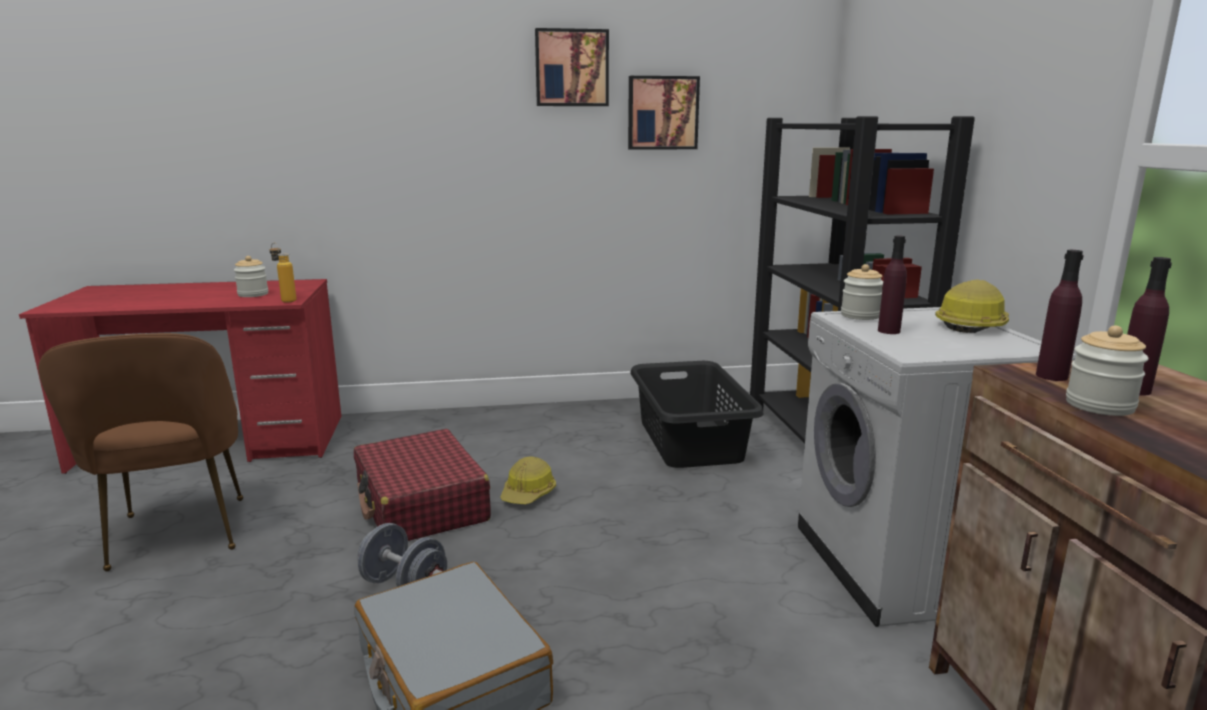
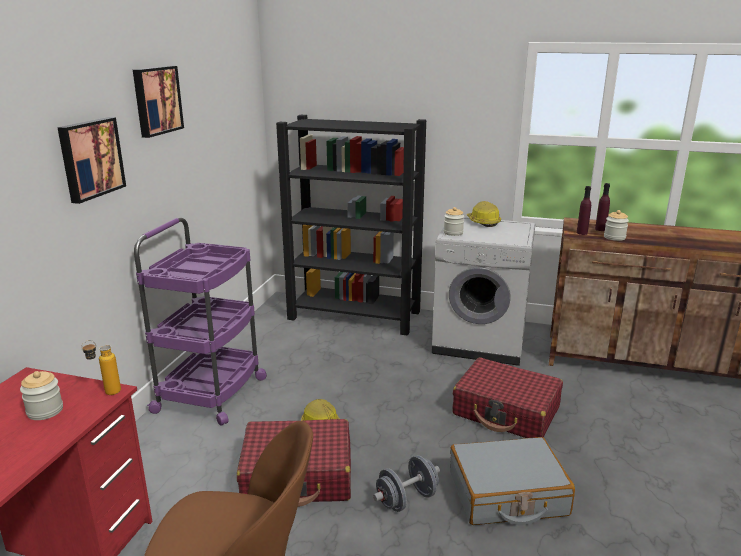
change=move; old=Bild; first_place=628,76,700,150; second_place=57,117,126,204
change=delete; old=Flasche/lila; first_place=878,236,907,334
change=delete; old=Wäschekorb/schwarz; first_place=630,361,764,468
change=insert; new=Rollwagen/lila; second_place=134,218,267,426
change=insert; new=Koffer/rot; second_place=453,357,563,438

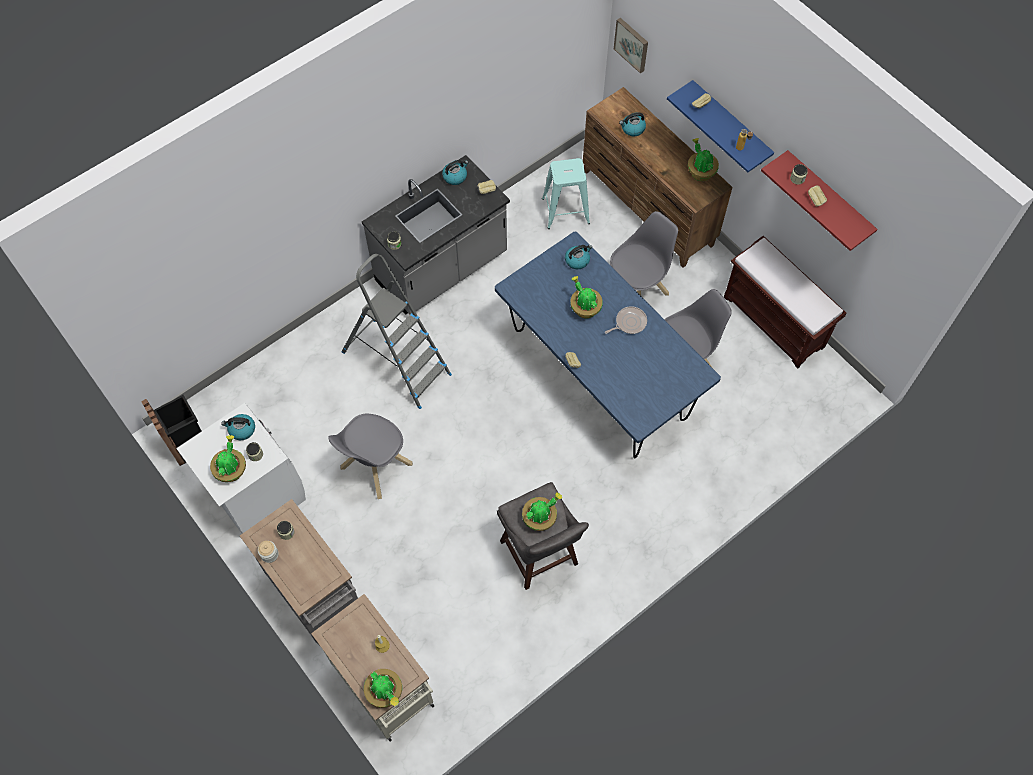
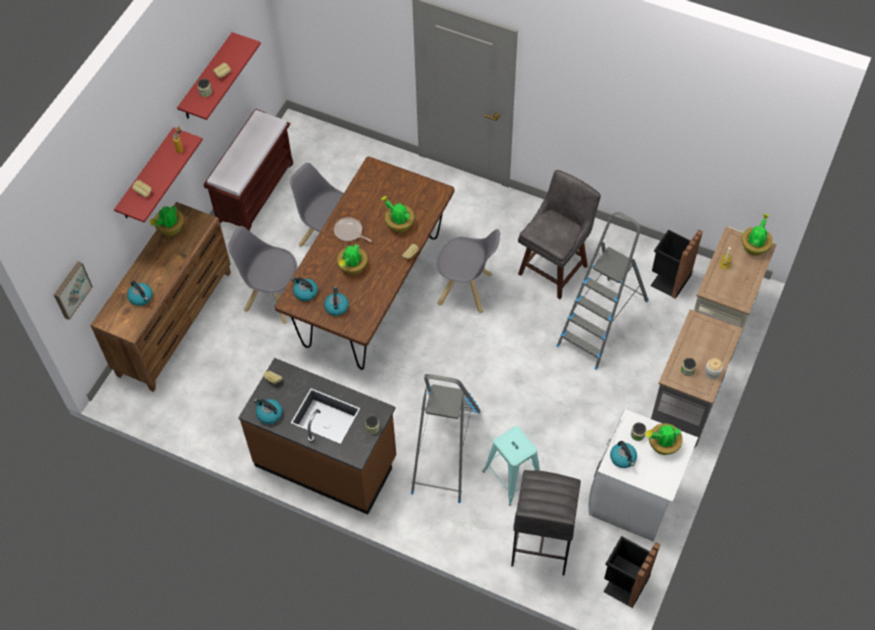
change=recolor; old=Wandregal/blau; new=Wandregal/rot; first_place=667,80,774,173; second_place=114,127,203,223
change=recolor; old=Küchenzeile/grau; new=Küchenzeile/braun; first_place=362,155,510,315; second_place=238,358,396,515
change=move; old=Hocker/türkis; first_place=542,158,590,229; second_place=483,426,540,506
change=recolor; old=Esstisch/blau; new=Esstisch/braun; first_place=495,232,721,459; second_place=275,156,454,370
change=move; old=Stuhl/grau; first_place=328,414,413,499; second_place=437,229,500,313
change=move; old=Topfpflanze; first_place=522,493,562,531; second_place=381,196,414,233
change=insert; new=Trittleiter/grau; second_place=557,212,649,370
change=insert; new=Mülleimer/schwarz; second_place=650,229,703,299
change=insert; new=Wasserkessel; second_place=324,287,349,316
change=insert; new=Hocker/grau; second_place=511,470,581,575

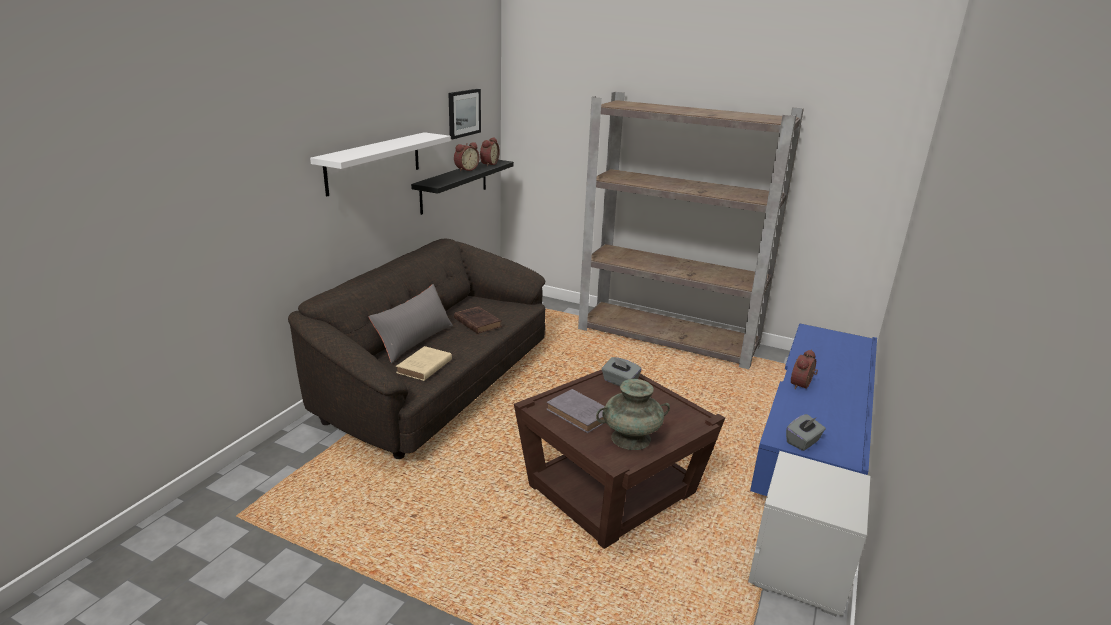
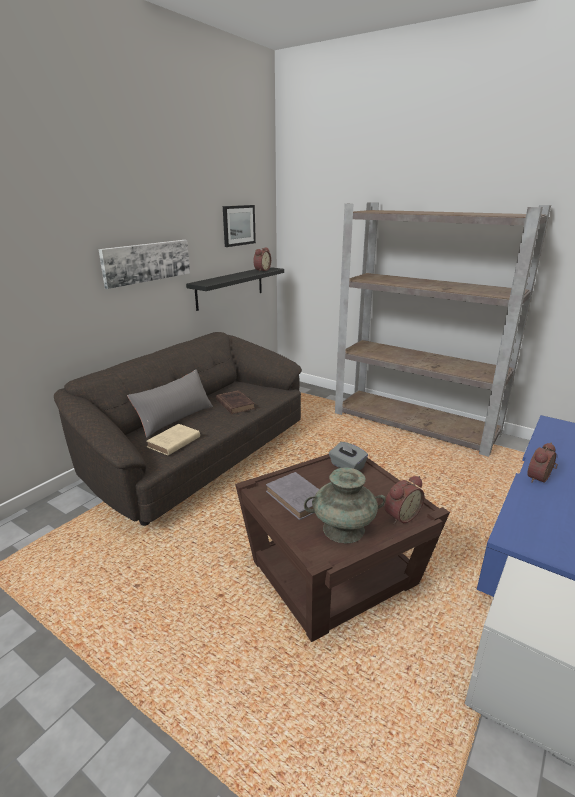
change=replace; old=Wandregal/weiß; new=Bild; first_place=310,132,451,196; second_place=98,240,190,289
change=move; old=Wecker; first_place=454,142,480,172; second_place=384,476,424,525
change=delete; old=Taschentuchbox/grau; first_place=786,414,826,451

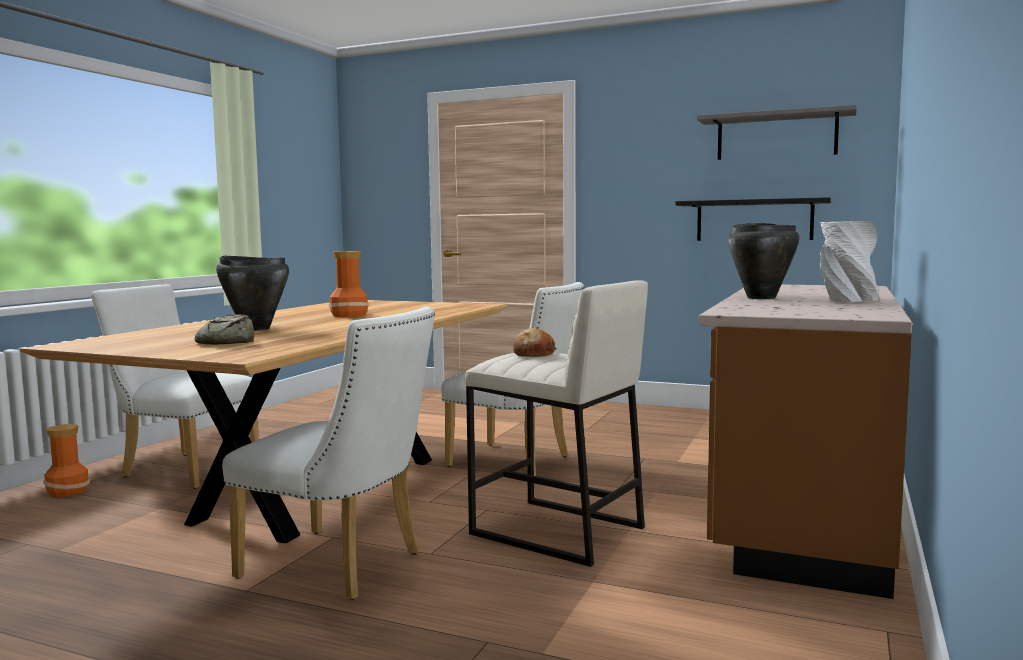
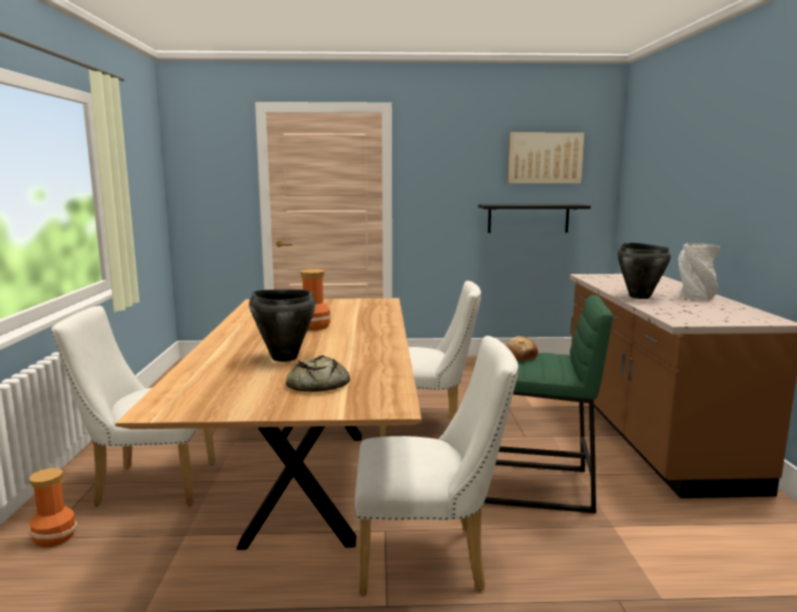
change=replace; old=Wandregal/grau; new=Bild; first_place=696,105,857,160; second_place=507,132,585,184
change=recolor; old=Hocker/beige; new=Hocker/grün; first_place=465,280,648,567; second_place=484,295,613,513

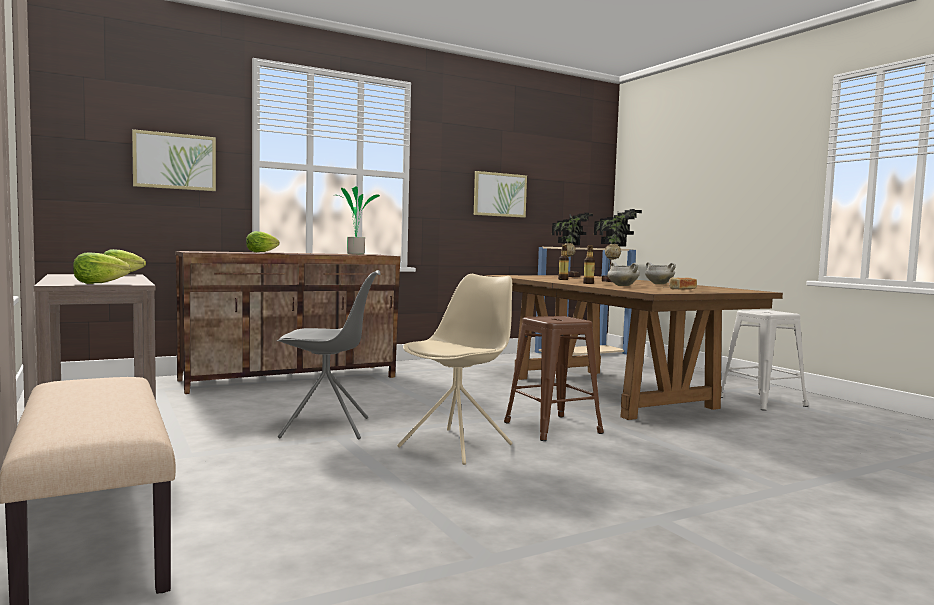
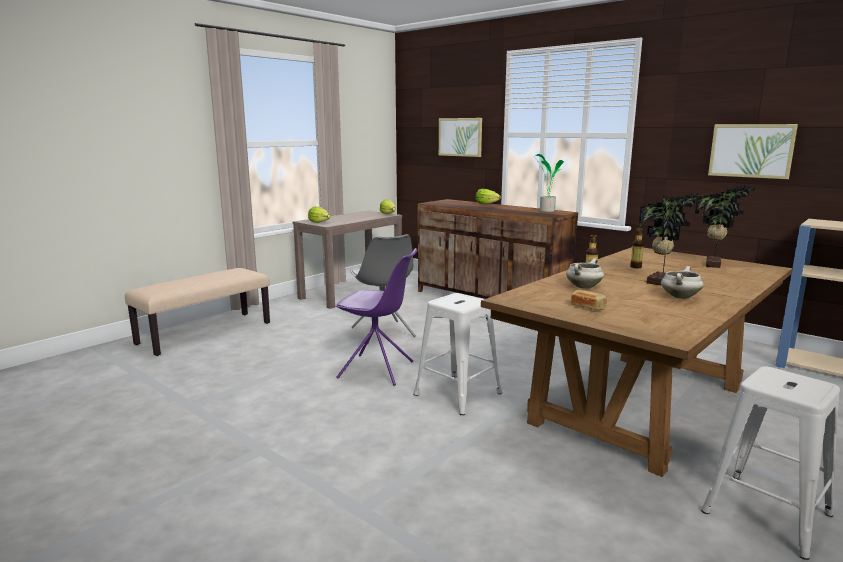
change=recolor; old=Stuhl/beige; new=Stuhl/lila; first_place=397,274,513,465; second_place=334,248,418,386
change=recolor; old=Hocker/braun; new=Hocker/weiß; first_place=504,316,604,441; second_place=413,293,502,415

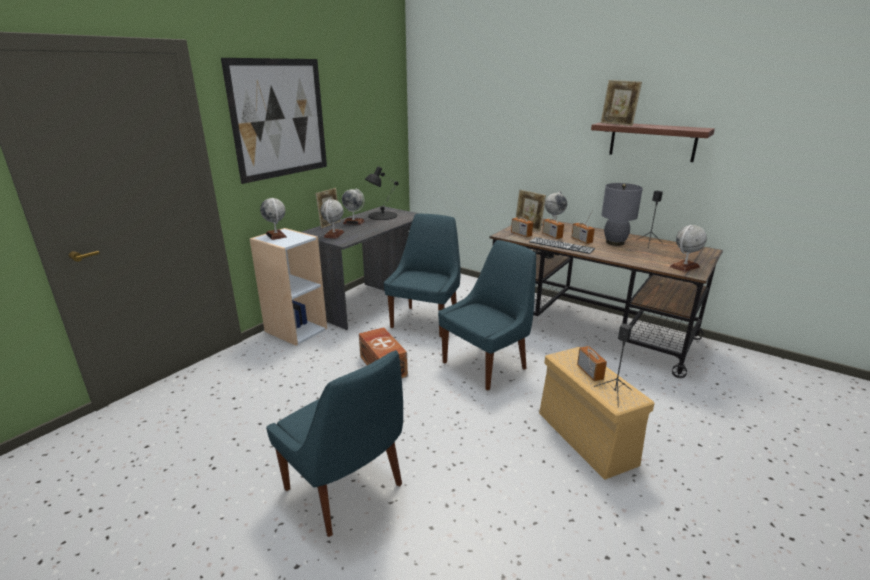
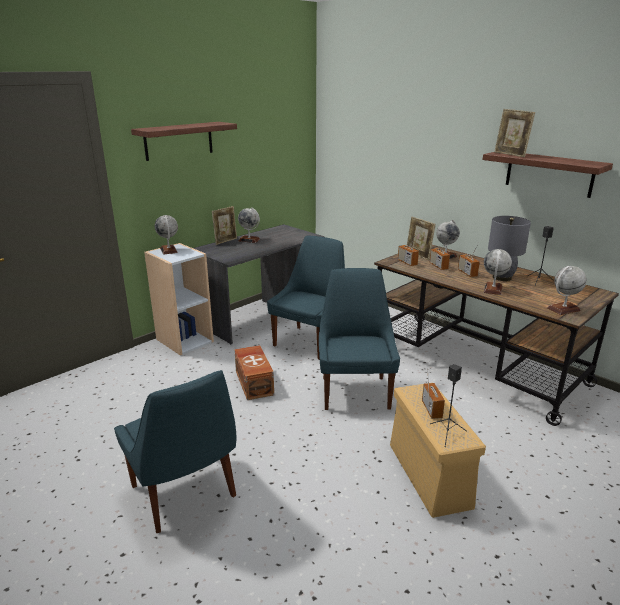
change=replace; old=Bild; new=Wandregal; first_place=221,58,327,184; second_place=131,122,237,161
change=delete; old=Tischlampe/schwarz; first_place=365,166,399,220
change=move; old=Globus; first_place=321,199,344,239; second_place=484,249,512,295
change=delete; old=Tastatur; first_place=529,237,595,254
change=rotate; old=Stuhl/blau; first_place=438,240,536,390; second_place=319,268,400,410; degrees=-60

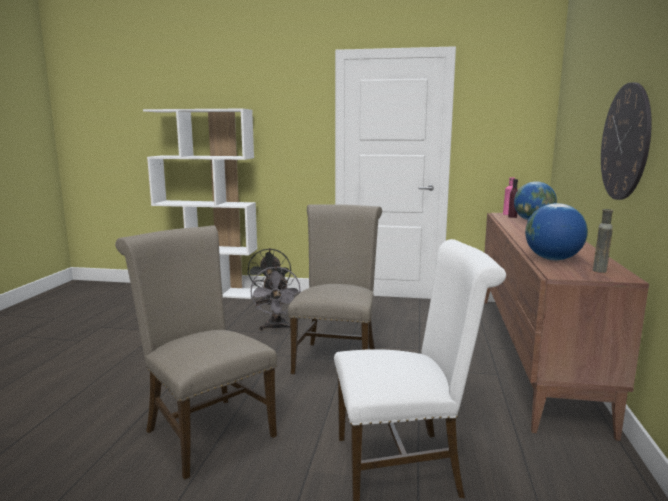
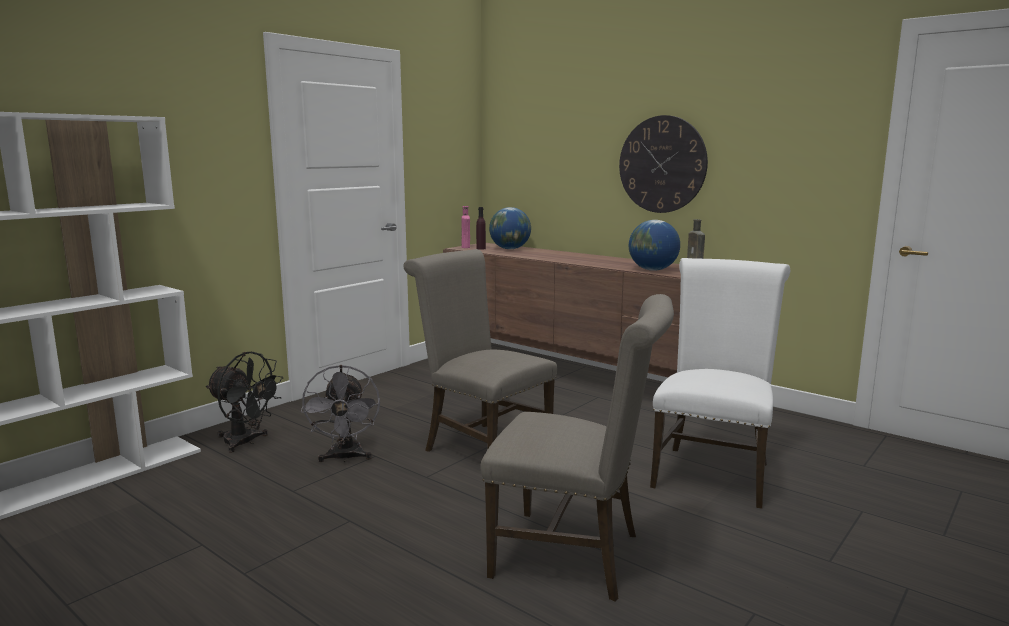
change=rotate; old=Stuhl/beige; first_place=115,225,277,479; second_place=480,294,674,601; degrees=-150
change=rotate; old=Ventilator/grau; first_place=251,266,301,331; second_place=301,365,380,462; degrees=60

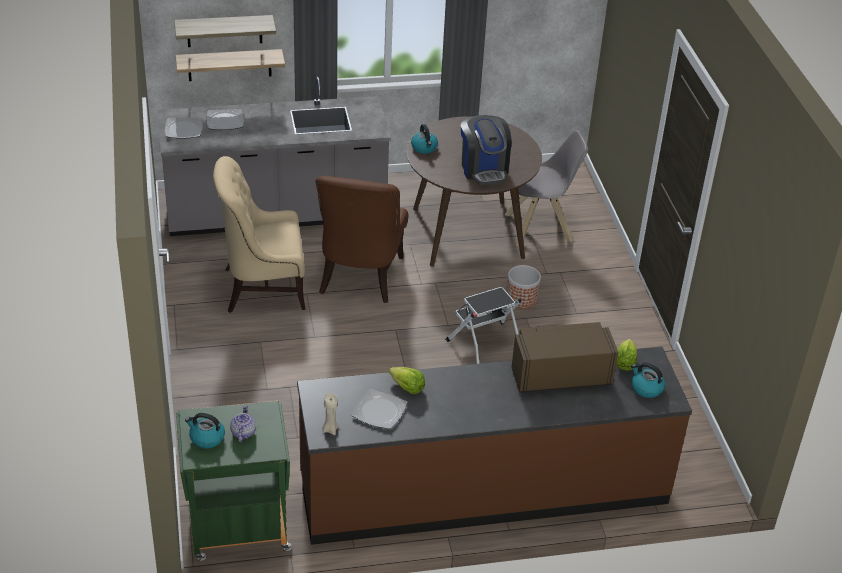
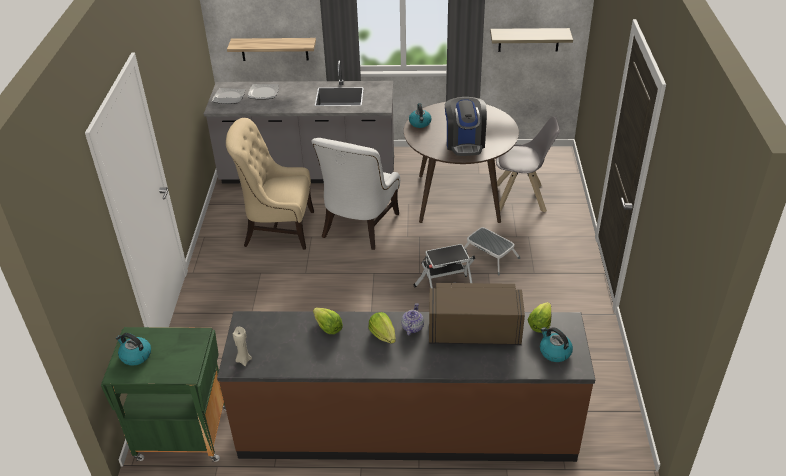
change=move; old=Wandregal; first_place=174,15,276,47; second_place=490,28,573,52
change=recolor; old=Stuhl/braun; new=Stuhl/weiß; first_place=315,176,409,303; second_place=311,138,400,250
change=replace; old=Pflanzkübel; new=Trittleiter/grau; first_place=506,265,541,308; second_place=464,227,520,276
change=delete; old=Teller; first_place=351,389,407,429
change=move; old=Teekanne; first_place=230,405,256,442; second_place=401,303,424,335
change=insert; new=Salatkopf; second_place=368,312,396,344

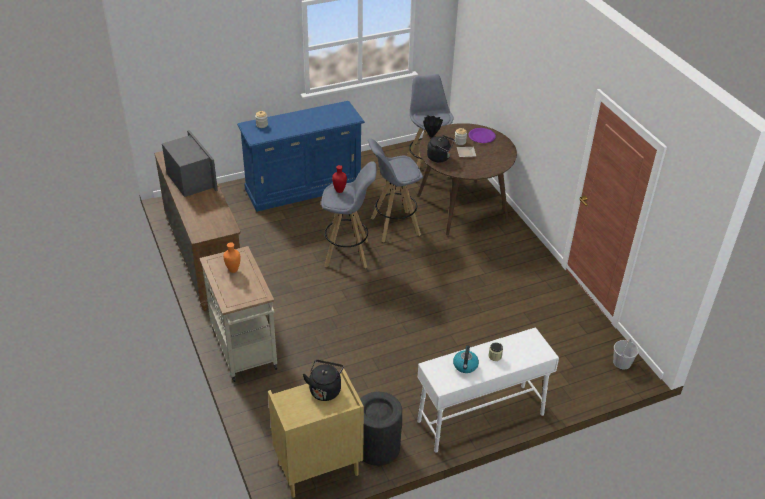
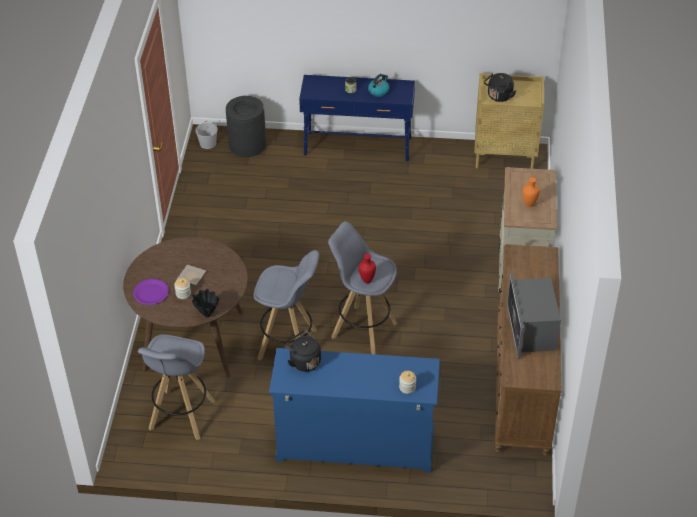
change=move; old=Wasserkessel/schwarz; first_place=427,135,455,163; second_place=284,330,321,372
change=recolor; old=Konsolentisch/weiß; new=Konsolentisch/blau; first_place=417,327,559,453; second_place=299,75,415,161
change=move; old=Mülleimer/schwarz; first_place=360,392,402,466; second_place=226,96,266,157

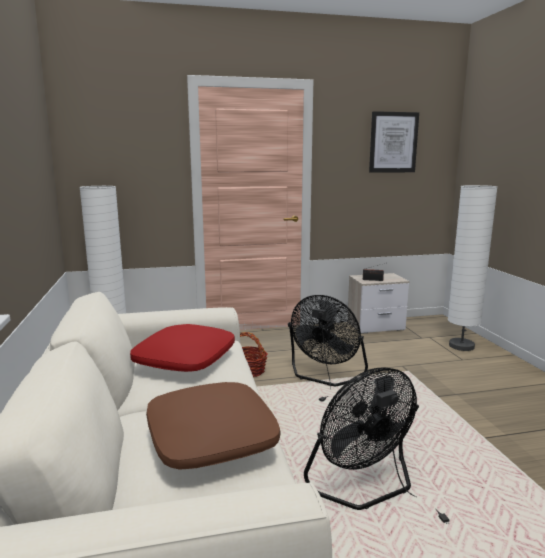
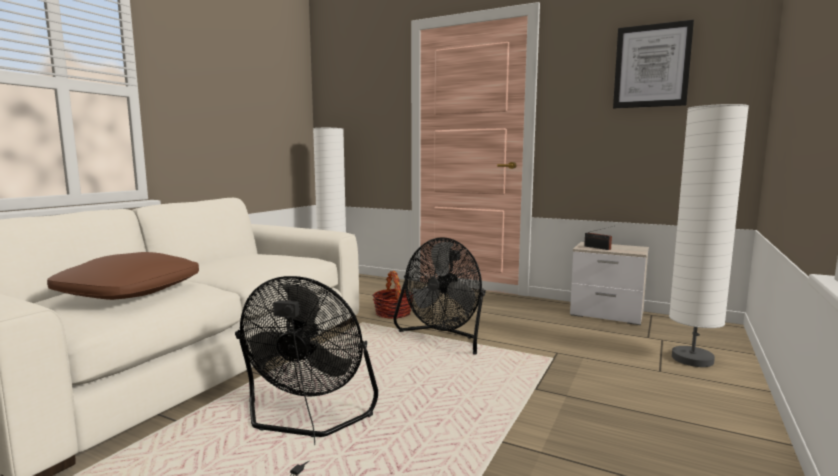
change=rotate; old=Ventilator/schwarz; first_place=288,295,368,402; second_place=393,237,486,355; degrees=150
change=delete; old=Kissen/rot; first_place=130,324,235,372

